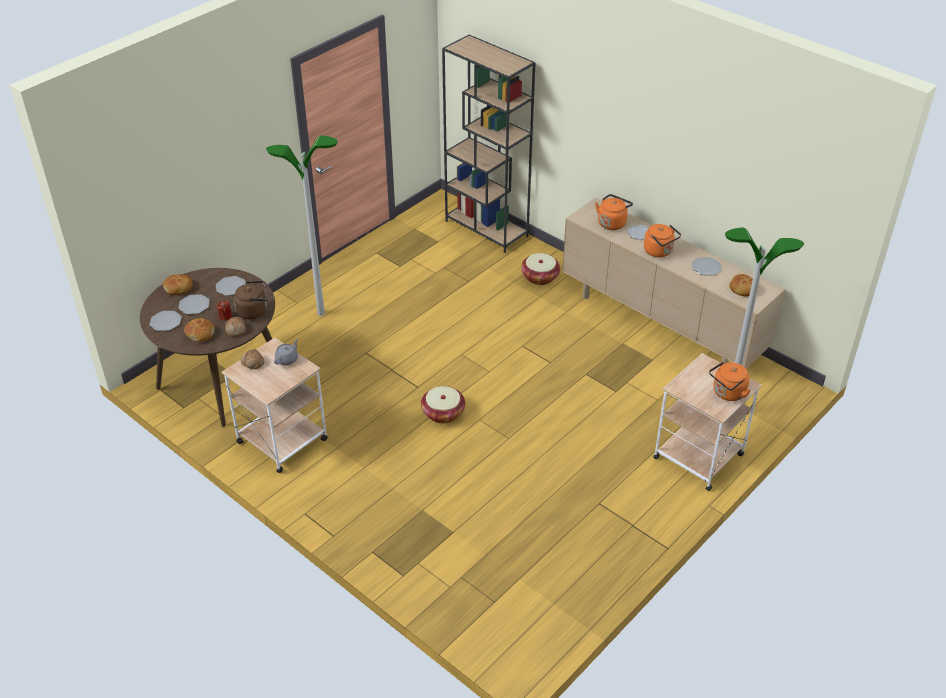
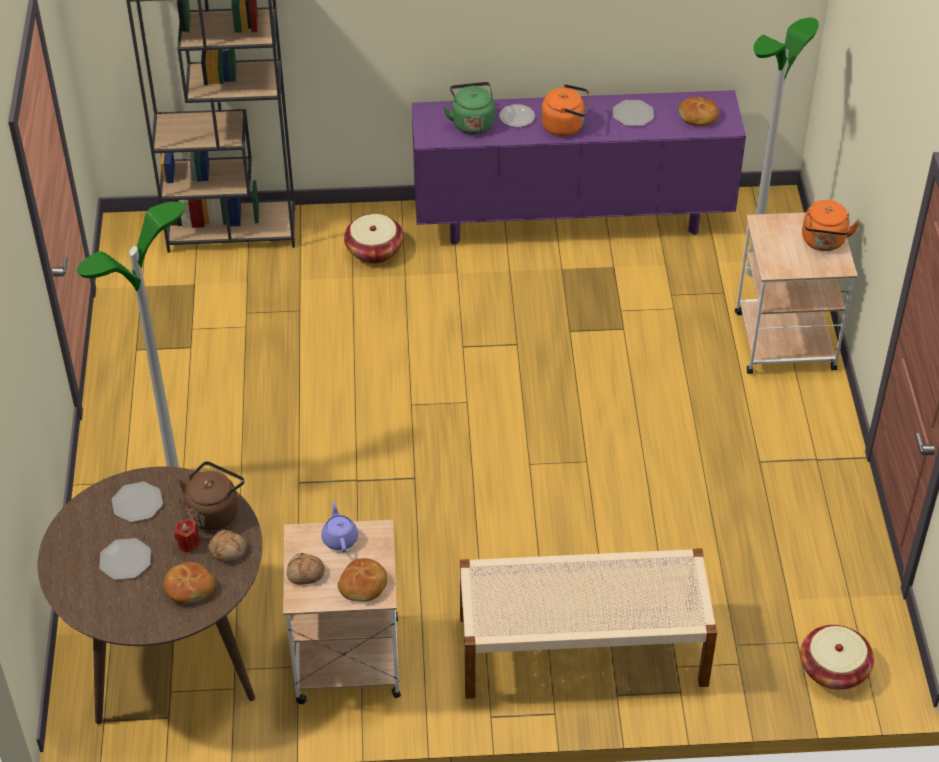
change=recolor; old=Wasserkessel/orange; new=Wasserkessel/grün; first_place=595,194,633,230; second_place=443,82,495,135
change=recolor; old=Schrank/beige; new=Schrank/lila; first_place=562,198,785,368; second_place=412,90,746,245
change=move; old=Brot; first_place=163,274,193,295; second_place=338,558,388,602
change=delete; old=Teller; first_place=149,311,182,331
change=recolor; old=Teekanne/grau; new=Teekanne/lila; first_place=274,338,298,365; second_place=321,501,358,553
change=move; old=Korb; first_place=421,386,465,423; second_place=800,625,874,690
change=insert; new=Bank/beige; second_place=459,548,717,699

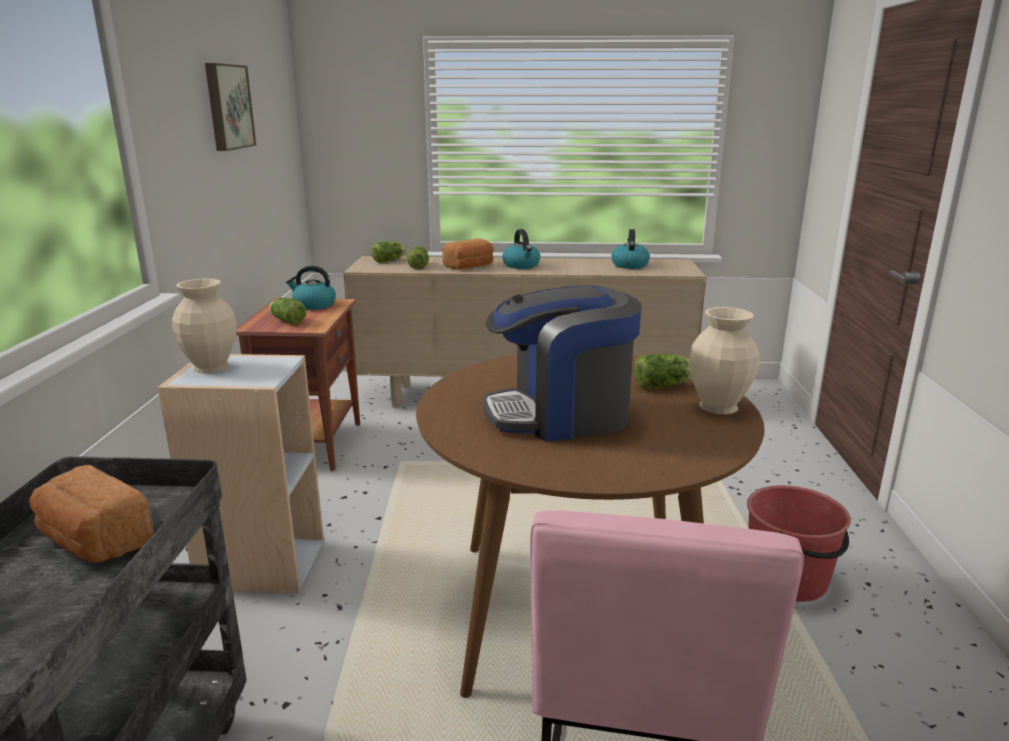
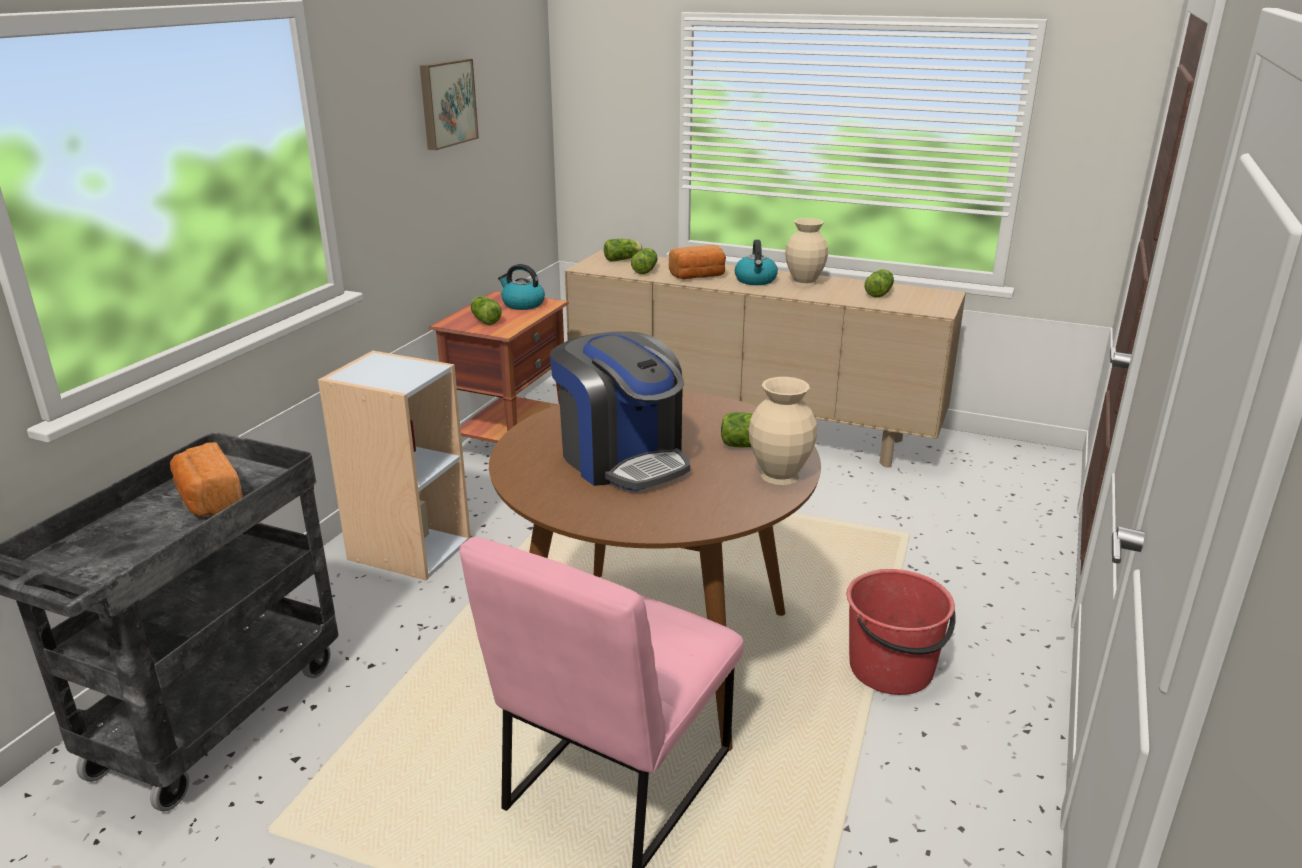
change=replace; old=Wasserkessel; new=Salatkopf; first_place=611,229,650,269; second_place=865,269,894,298
change=move; old=Vase/beige; first_place=172,279,237,373; second_place=785,218,828,287
change=rotate; old=Kaffeemaschine; first_place=483,285,641,442; second_place=550,331,690,491; degrees=-135

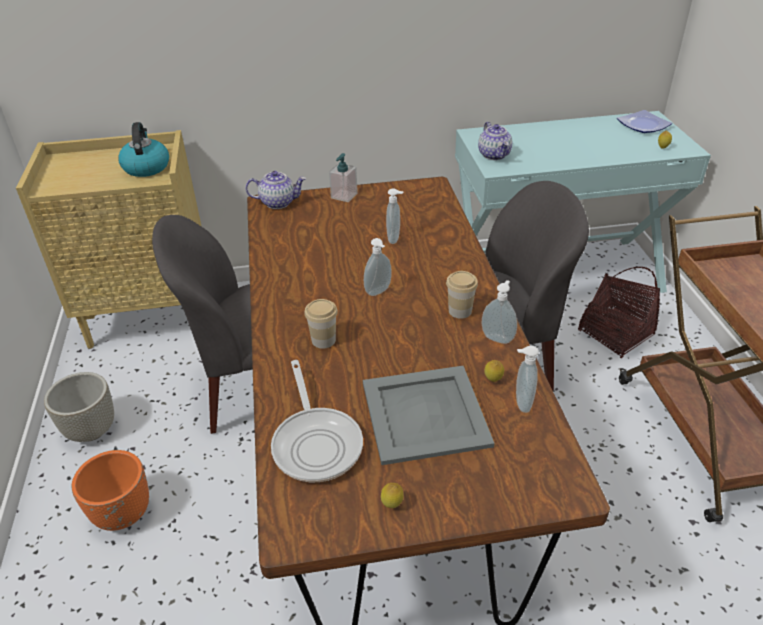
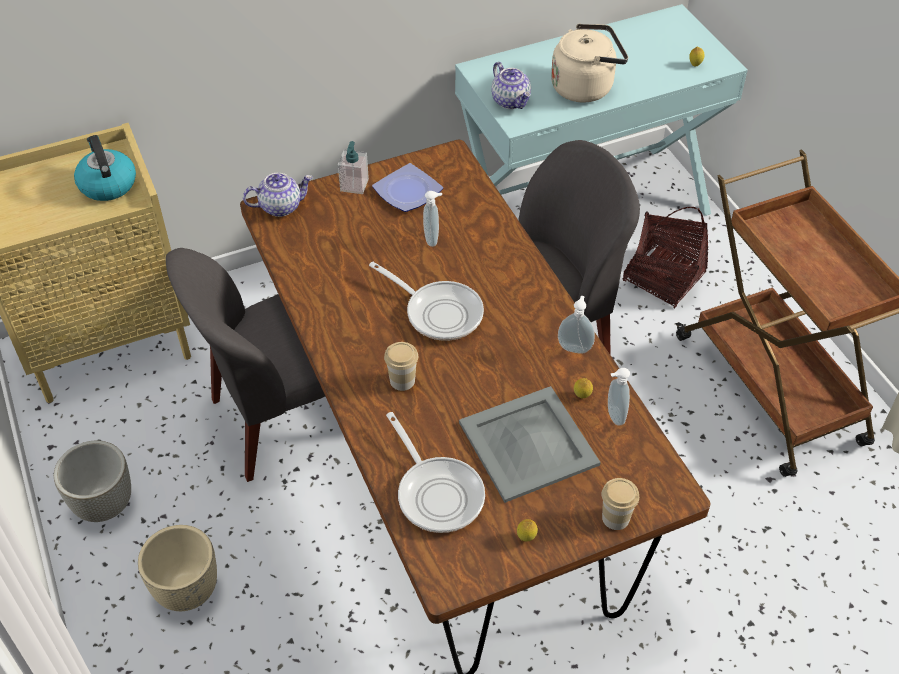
change=move; old=Teller; first_place=617,110,672,133; second_place=372,163,443,212
change=replace; old=Seifenspender; new=Pfanne; first_place=364,238,392,296; second_place=369,262,484,341
change=move; old=Tasse; first_place=446,271,478,319; second_place=601,478,639,530
change=recolor; old=Pflanzkübel/orange; new=Pflanzkübel/beige; first_place=72,450,149,531; second_place=138,525,217,611
change=insert; new=Wasserkessel/beige; second_place=551,23,628,103

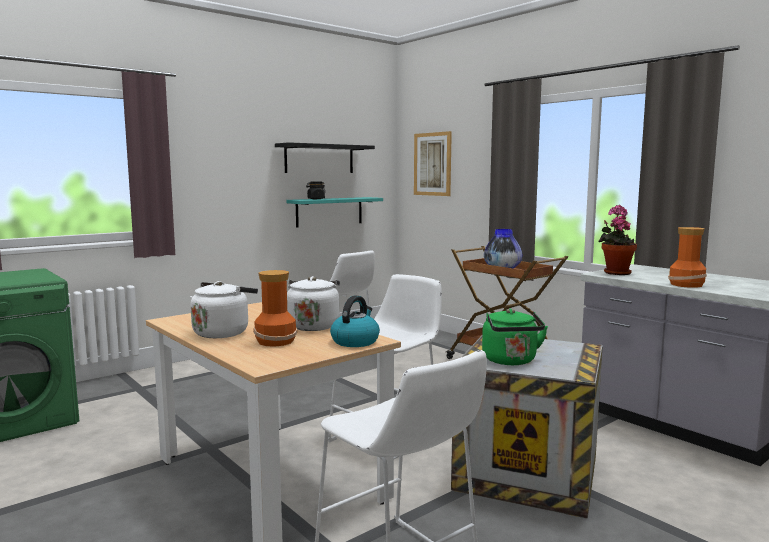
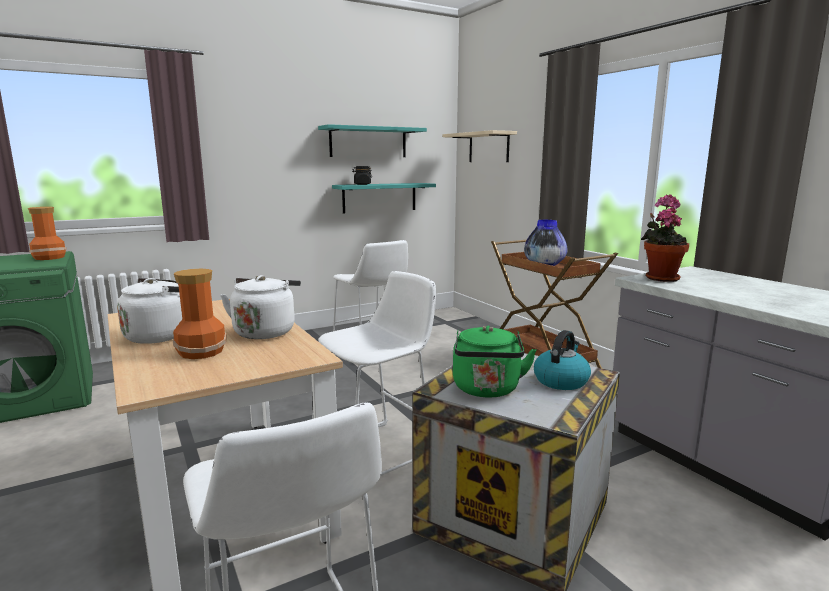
change=replace; old=Bild; new=Wandregal/beige; first_place=414,131,452,196; second_place=442,130,517,162
change=recolor; old=Wandregal/schwarz; new=Wandregal/türkis; first_place=275,142,375,173; second_place=318,124,427,157
change=move; old=Vase; first_place=668,227,707,288; second_place=28,207,67,260
change=move; old=Wasserkessel; first_place=330,296,380,347; second_place=534,330,591,390

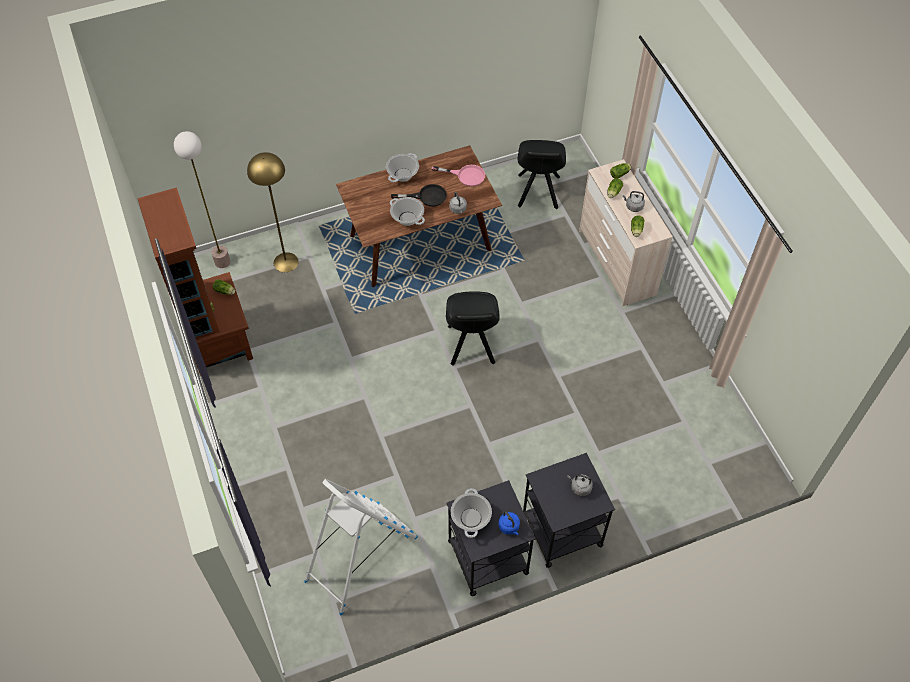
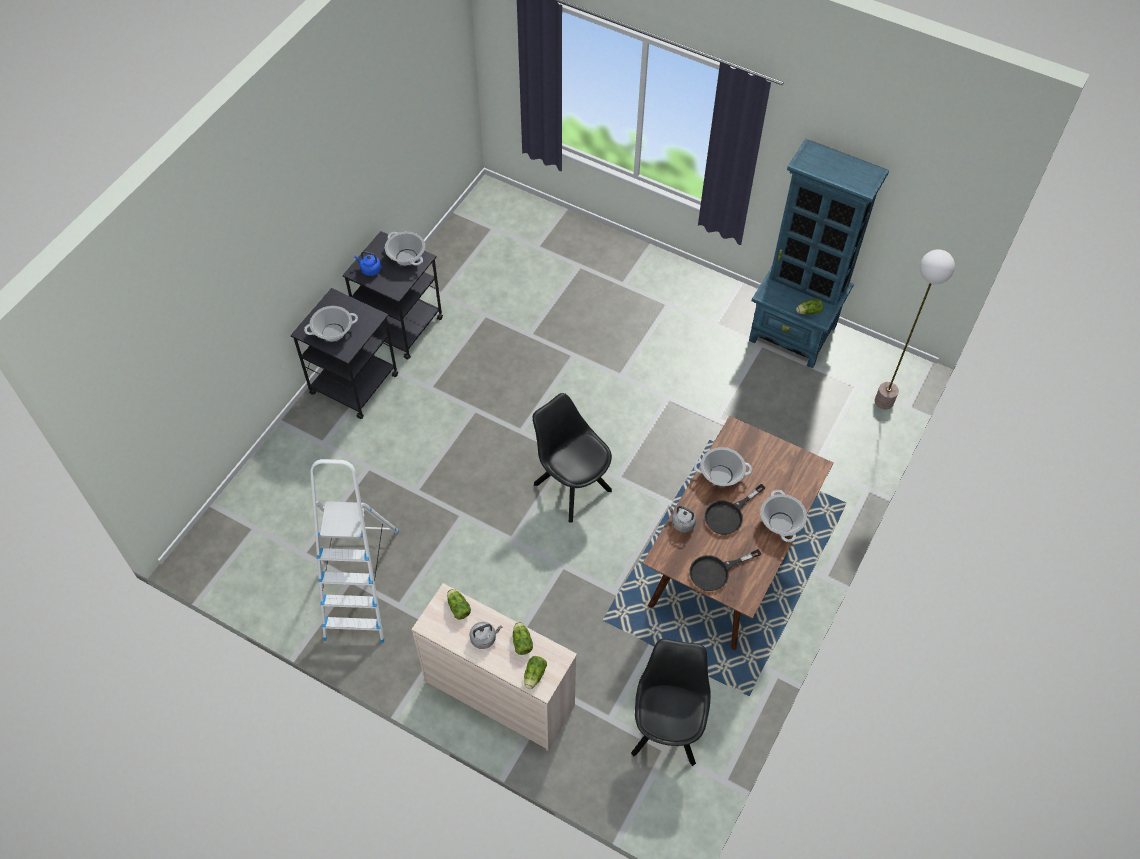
change=rotate; old=Stuhl/schwarz; first_place=518,140,566,209; second_place=631,639,711,766; degrees=45
change=delete; old=Stehlampe/gelb; first_place=247,152,299,272
change=recolor; old=Pfanne/rosa; new=Pfanne/schwarz; first_place=432,165,485,187; second_place=689,549,761,591
change=recolor; old=Schrank/braun; new=Schrank/blau; first_place=137,187,253,376; second_place=749,139,889,369
change=replace; old=Wasserkessel/grau; new=Kochtopf; first_place=567,474,593,496; second_place=304,306,358,341
change=move; old=Trittleiter/weiß; first_place=304,479,418,615; second_place=311,459,399,643

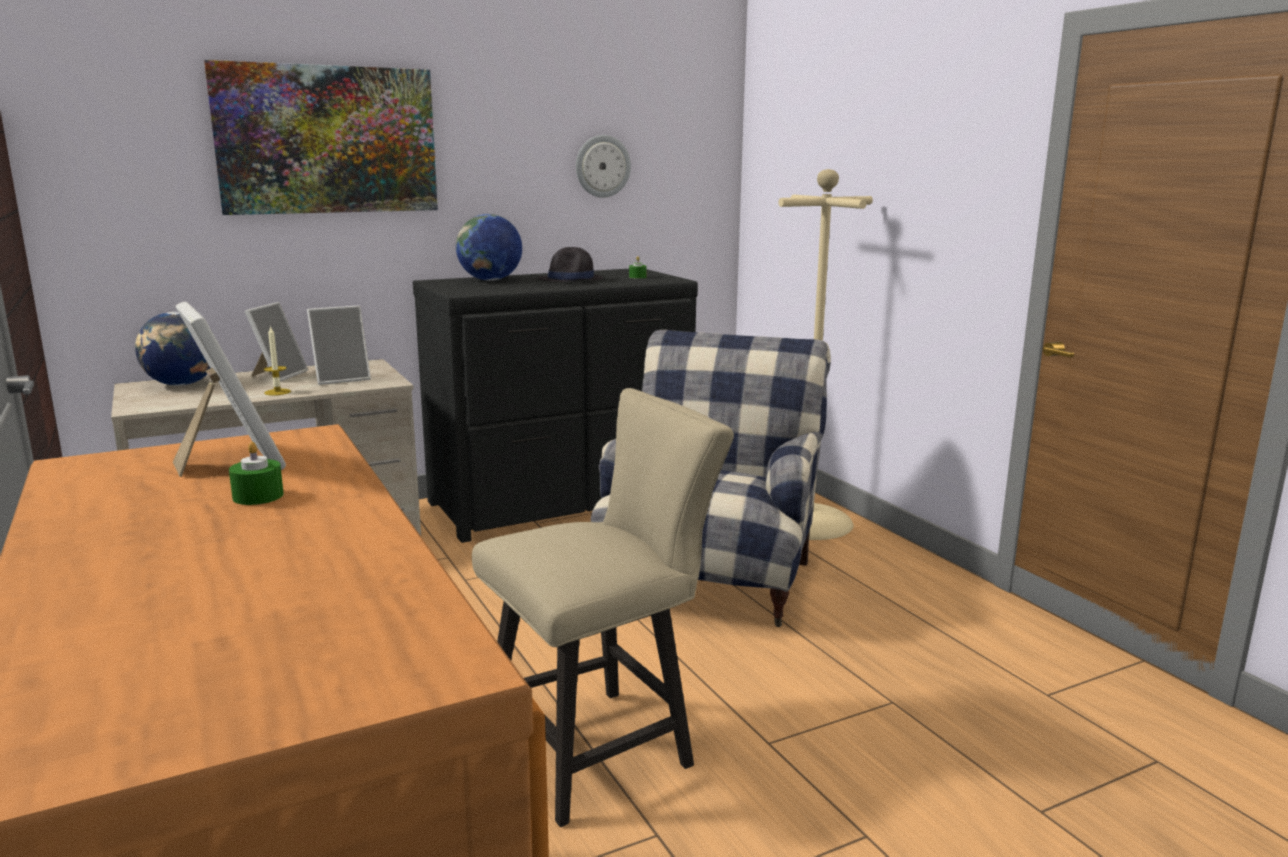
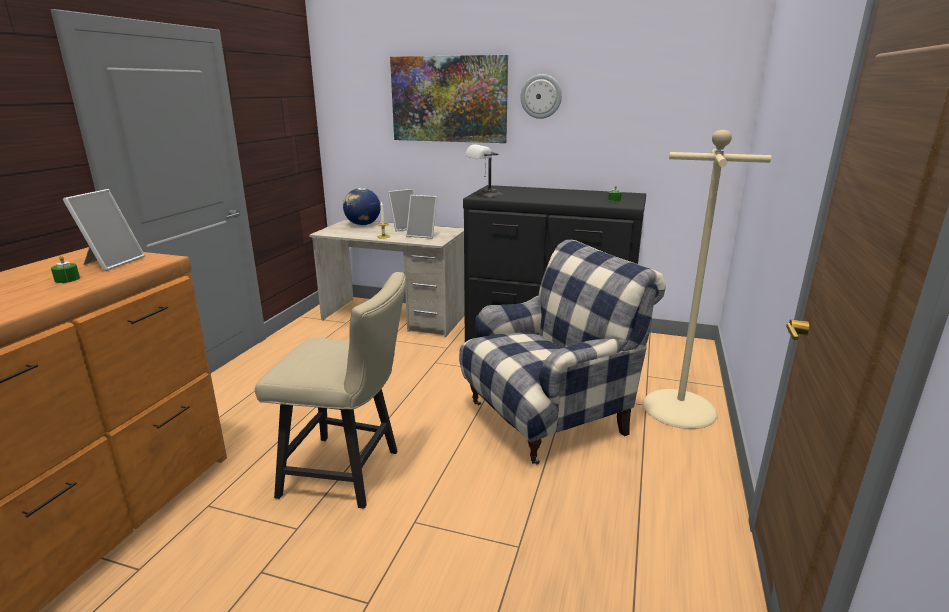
change=move; old=Wanduhr; first_place=576,135,631,198; second_place=520,74,562,119
change=delete; old=Globus; first_place=456,214,522,281
change=delete; old=Hut/schwarz; first_place=538,247,603,282
change=insert; new=Tischlampe; second_place=465,144,502,197

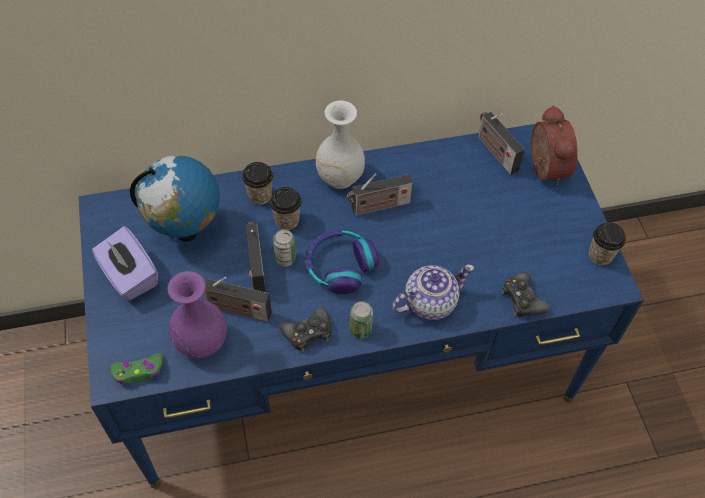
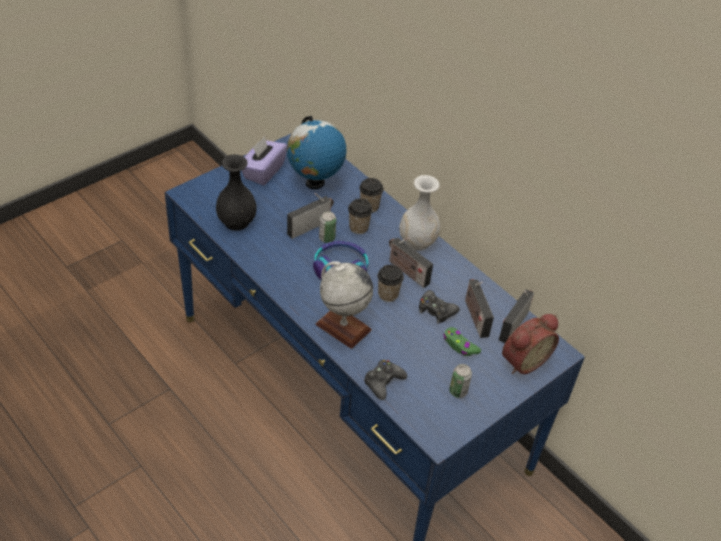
change=move; old=Tasse; first_place=589,222,626,265; second_place=378,265,404,302
change=replace; old=Teekanne; new=Globus; first_place=392,264,474,321; second_place=315,261,373,349
change=recolor; old=Vase/lila; new=Vase/schwarz; first_place=167,271,227,358; second_place=216,154,257,231
change=move; old=Radio; first_place=204,277,272,322; second_place=465,279,494,338
change=move; old=Dose; first_place=350,301,373,338; second_place=449,364,472,398
change=move; old=Gamepad/schwarz; first_place=279,307,331,352; second_place=419,290,460,324
change=move; old=Gamepad/grün; first_place=110,353,163,385; second_place=443,327,481,356

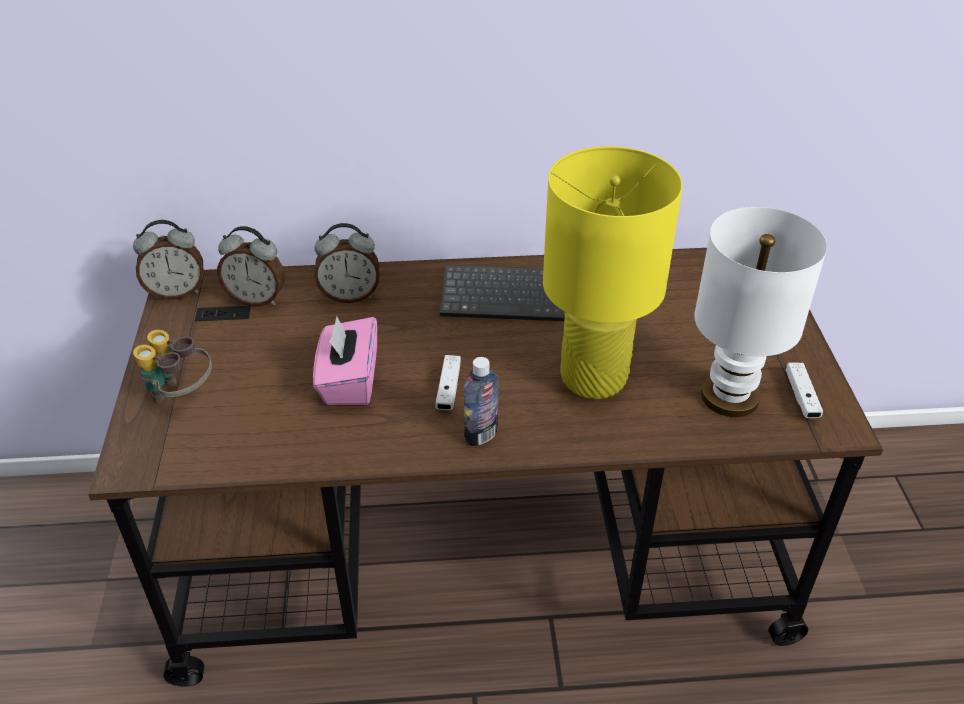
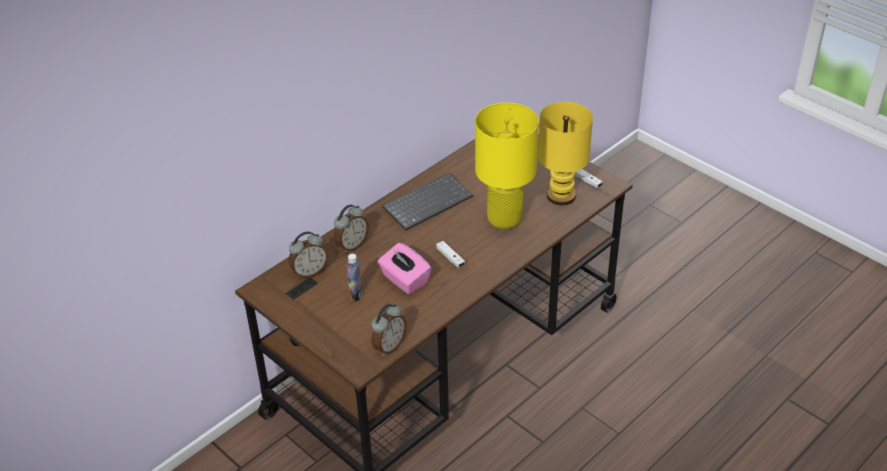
change=recolor; old=Tischlampe/weiß; new=Tischlampe/gelb; first_place=694,207,827,417; second_place=538,102,593,205
change=move; old=Wecker; first_place=133,220,203,300; second_place=371,304,407,356
change=delete; old=Fernglas; first_place=133,330,212,403
change=move; old=Flasche; first_place=464,357,498,446; second_place=346,254,362,301

